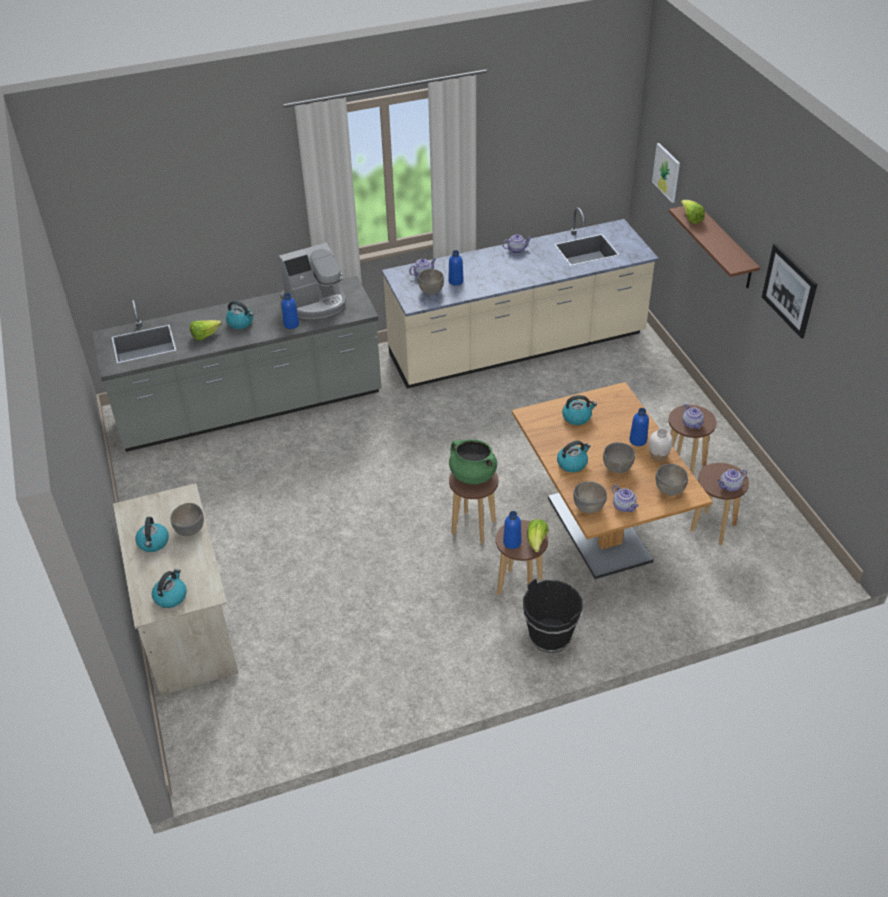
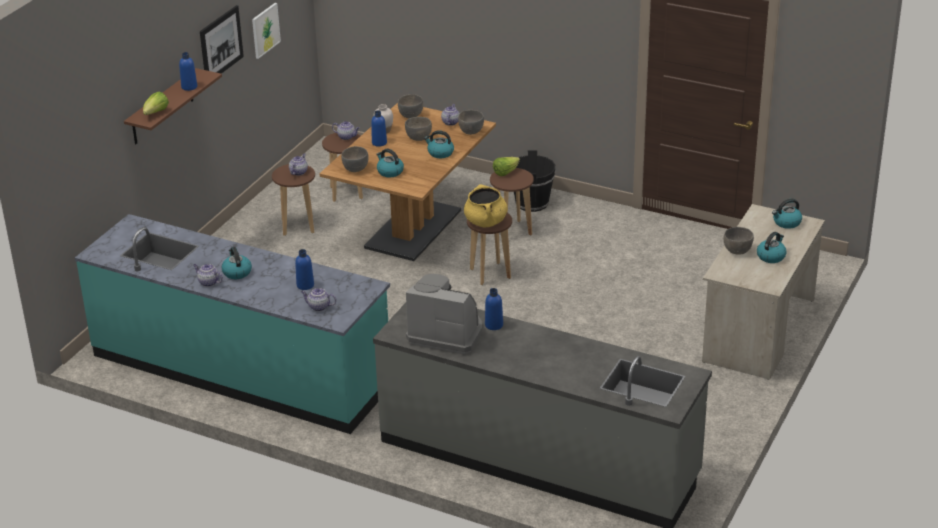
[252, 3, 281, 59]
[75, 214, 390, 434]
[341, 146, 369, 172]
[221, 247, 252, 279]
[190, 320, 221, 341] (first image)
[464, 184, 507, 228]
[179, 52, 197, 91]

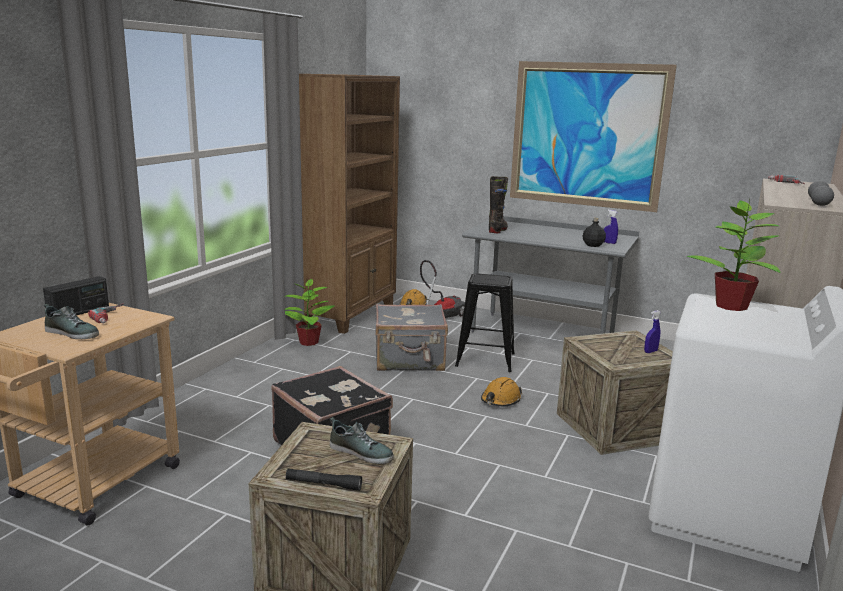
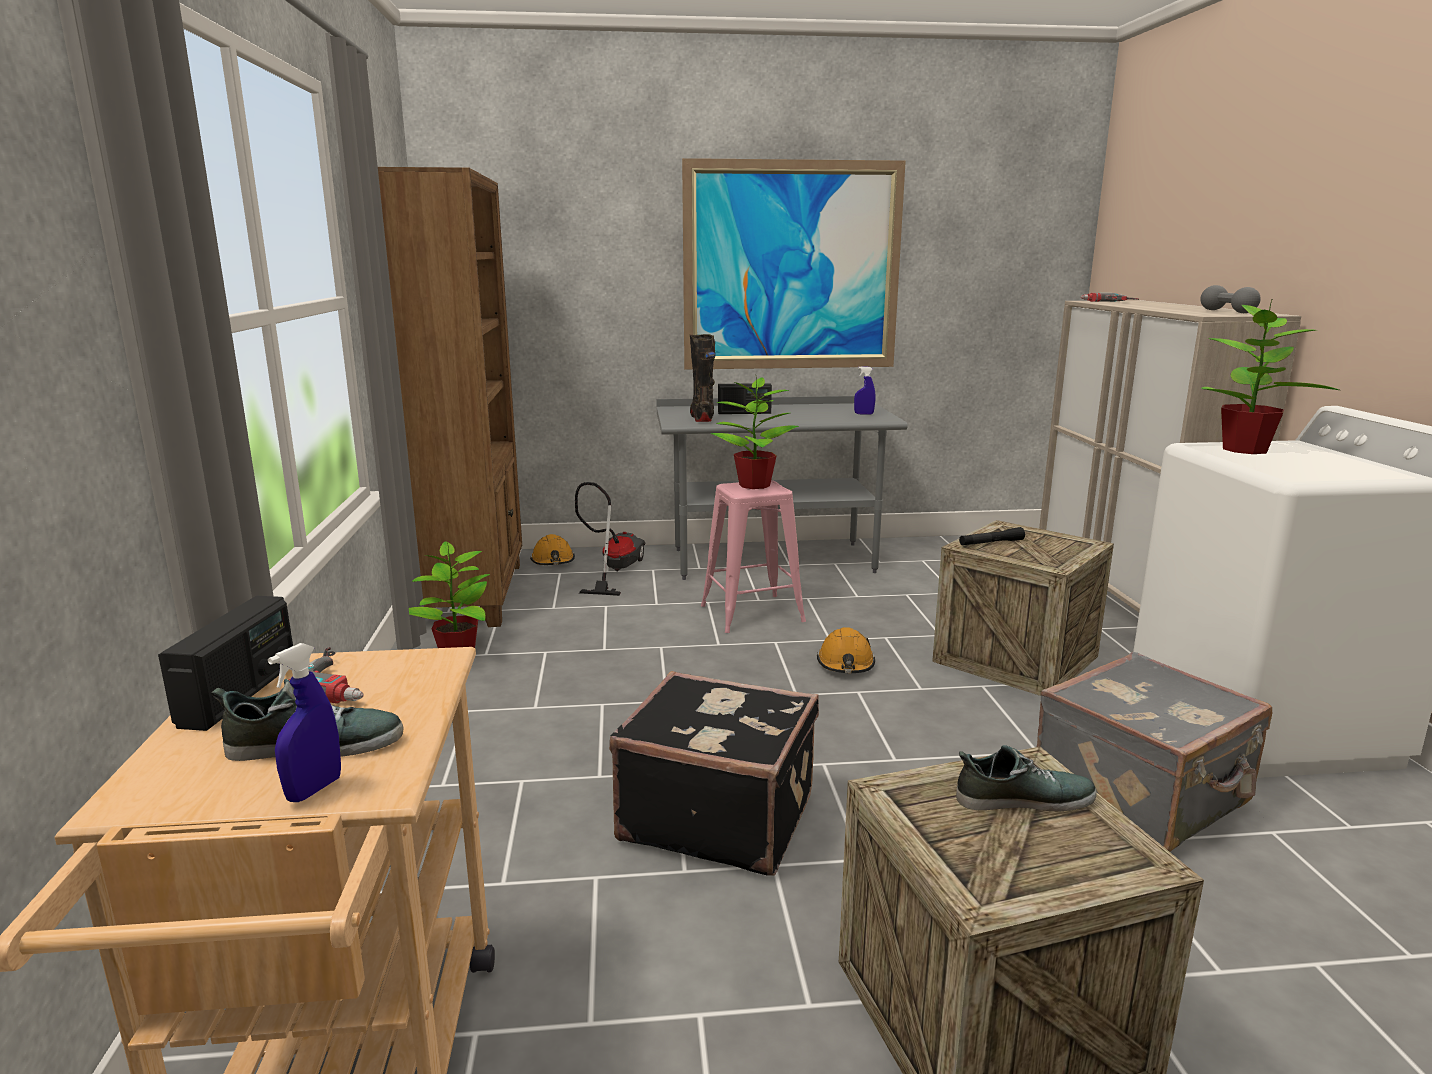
[583, 218, 606, 247] (first image)
[701, 480, 806, 633]
[1037, 652, 1272, 852]
[268, 643, 341, 802]
[959, 527, 1025, 546]
[711, 374, 799, 489]
[718, 383, 772, 414]

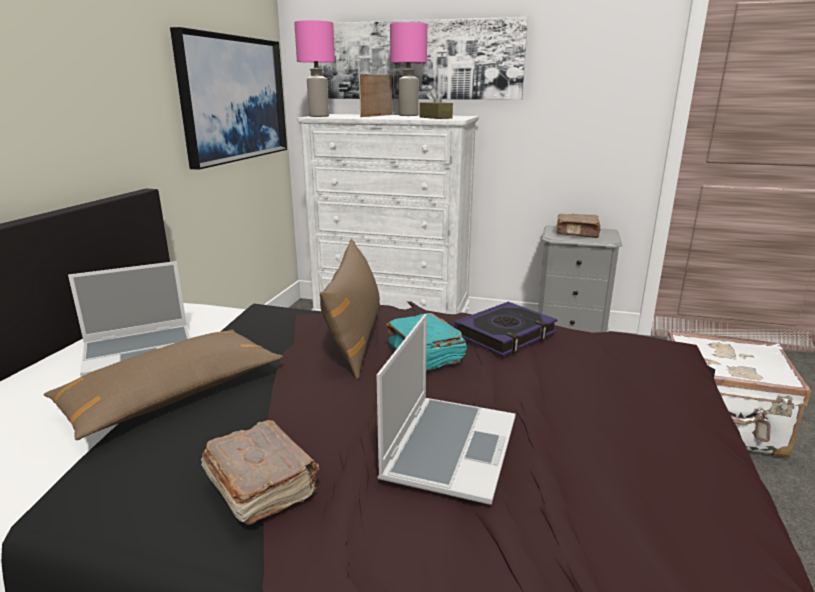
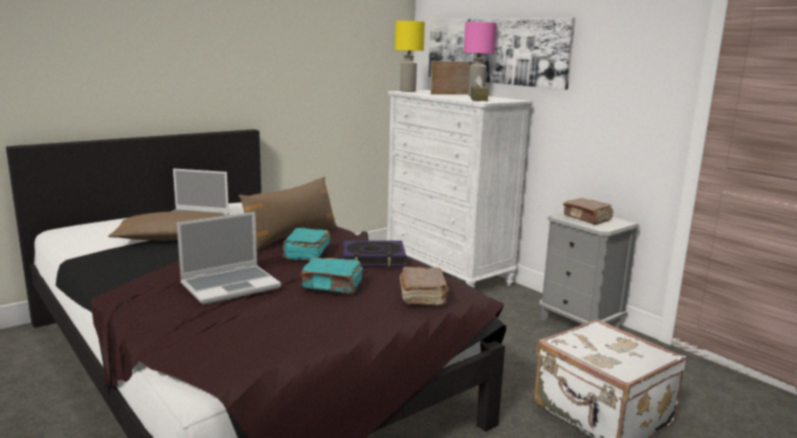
[395, 21, 425, 92]
[170, 27, 287, 170] (first image)
[400, 267, 449, 306]
[300, 257, 363, 294]

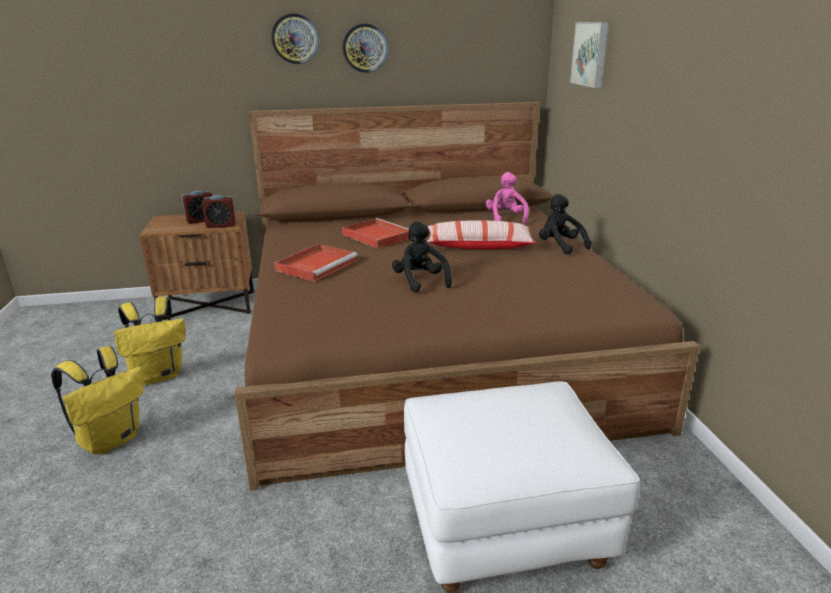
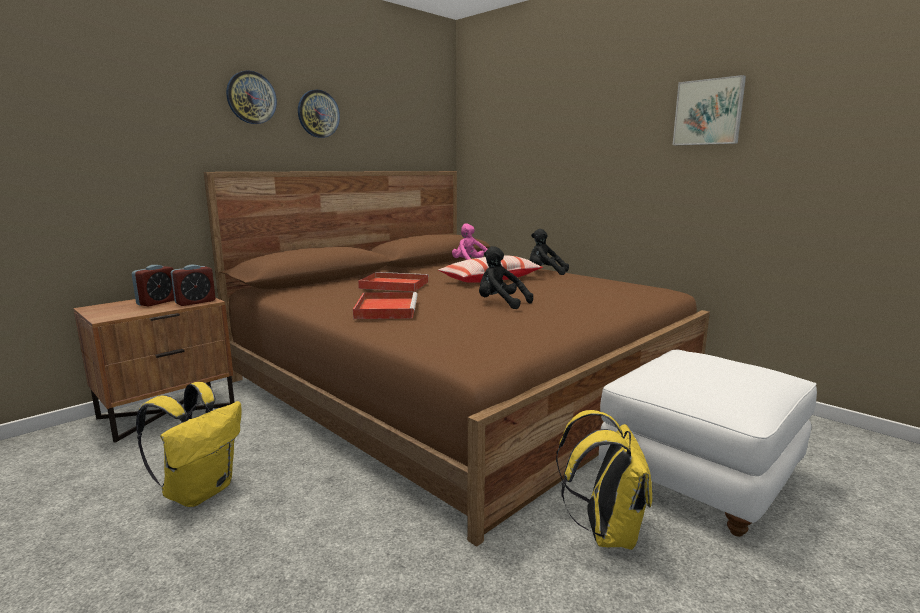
[673, 75, 746, 145]
[556, 410, 652, 550]

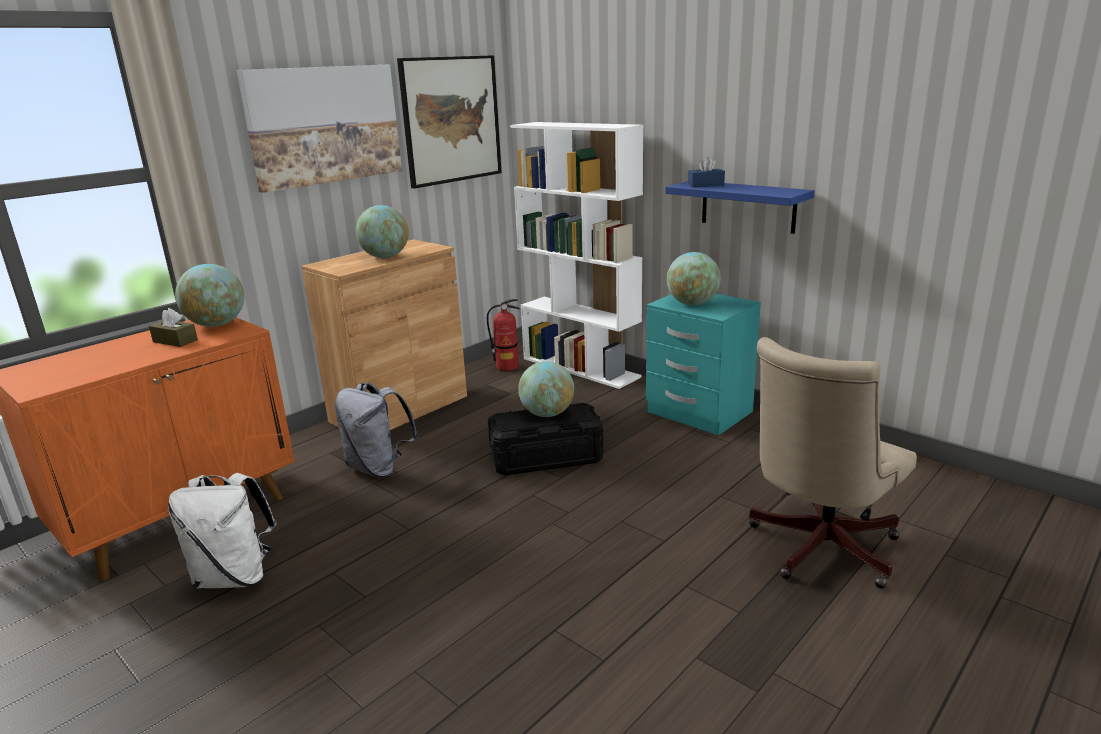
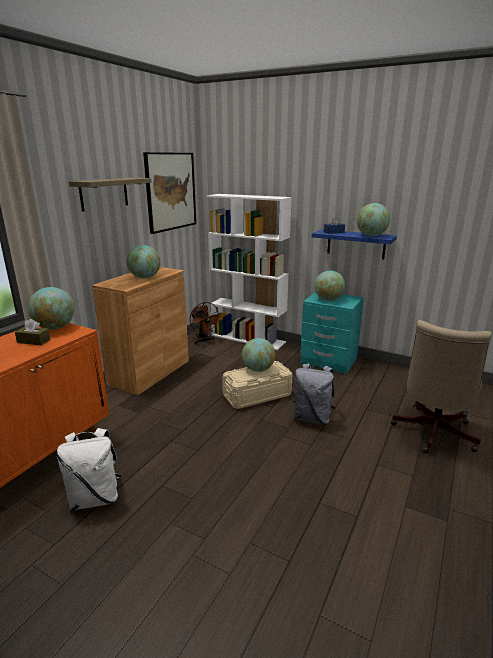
[69, 178, 152, 211]
[190, 302, 221, 344]
[293, 363, 335, 425]
[222, 361, 293, 409]
[357, 203, 390, 236]

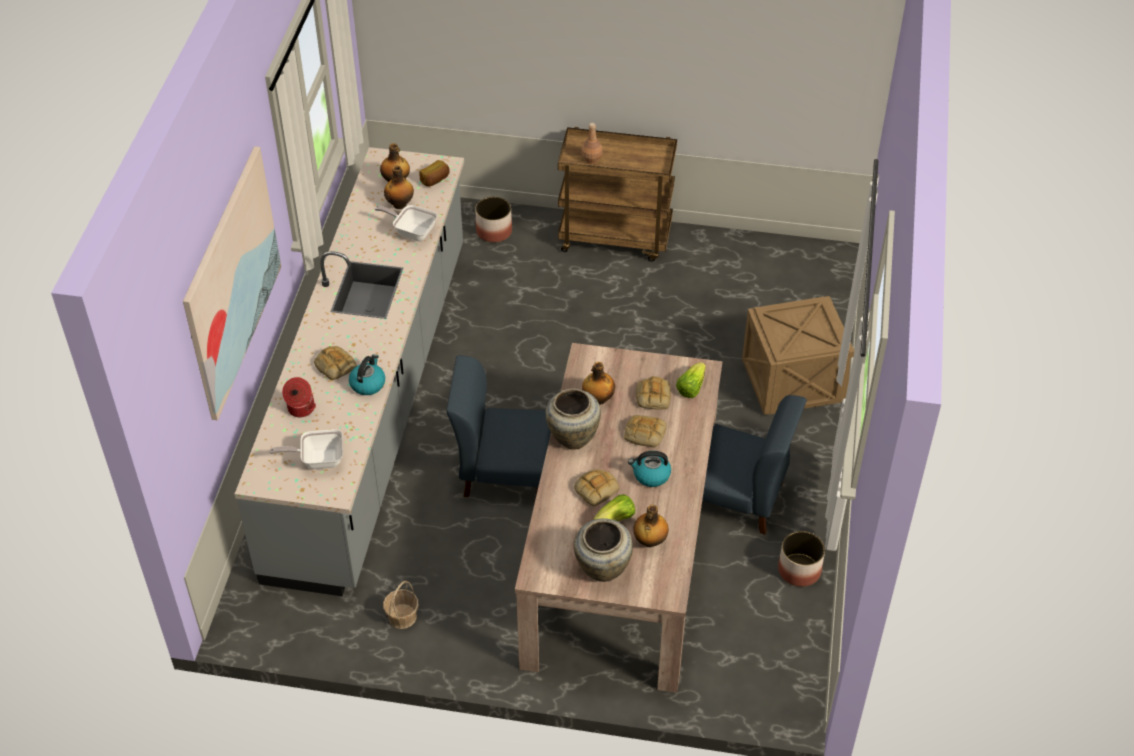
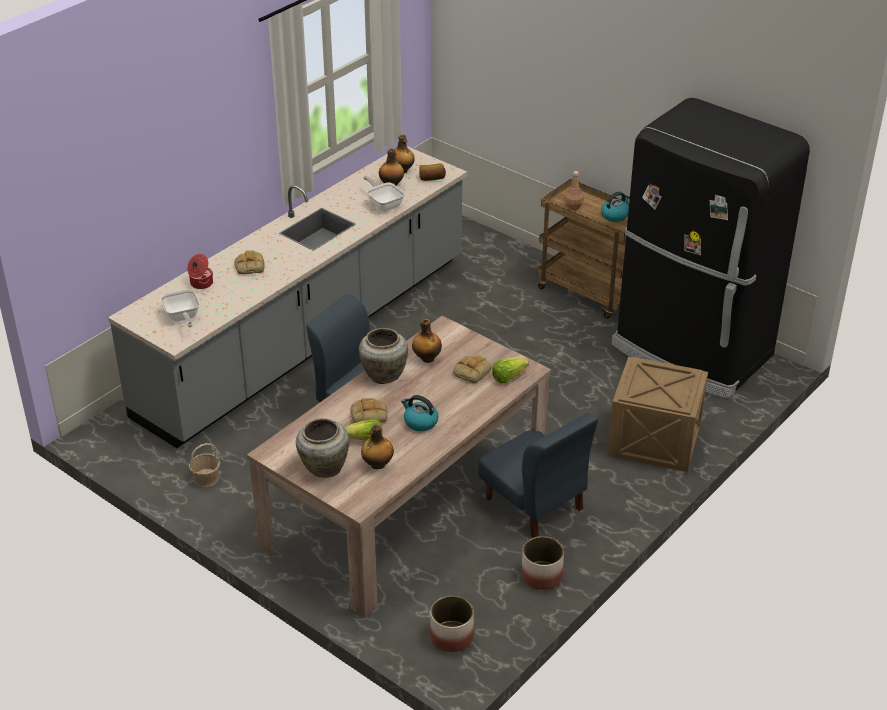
[183, 146, 281, 421] (first image)
[430, 595, 474, 652]
[601, 192, 630, 222]
[624, 415, 667, 448] (first image)
[160, 289, 200, 327]
[612, 98, 810, 399]

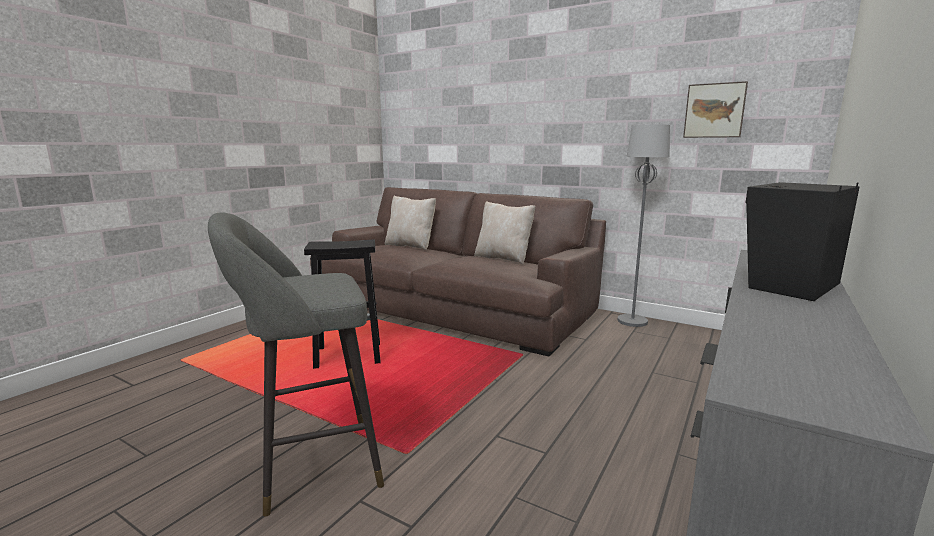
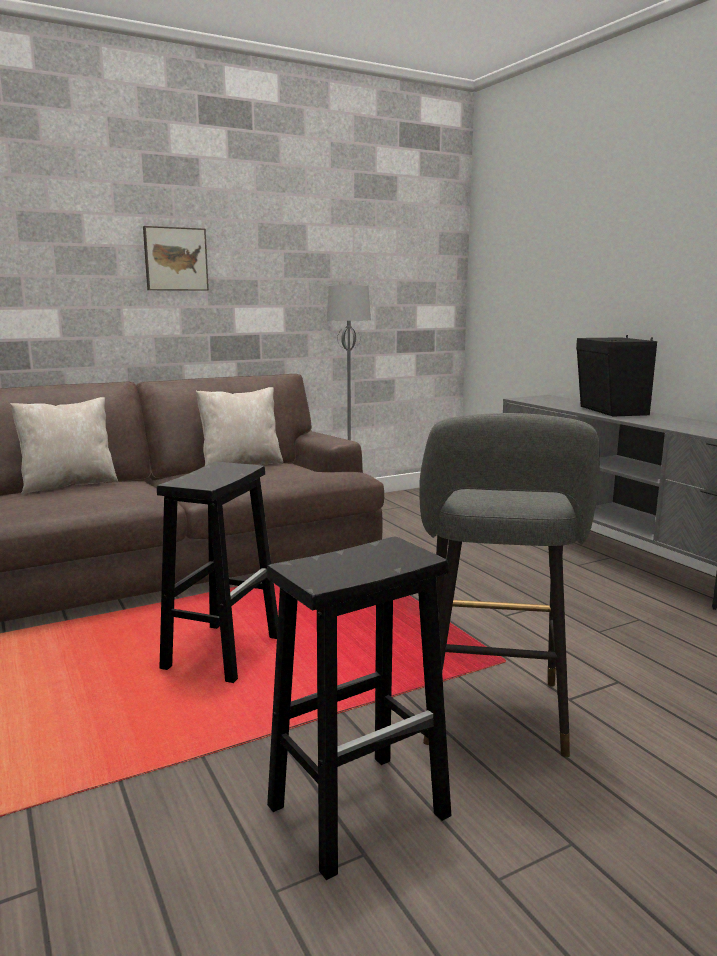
[143, 226, 209, 291]
[267, 537, 451, 880]

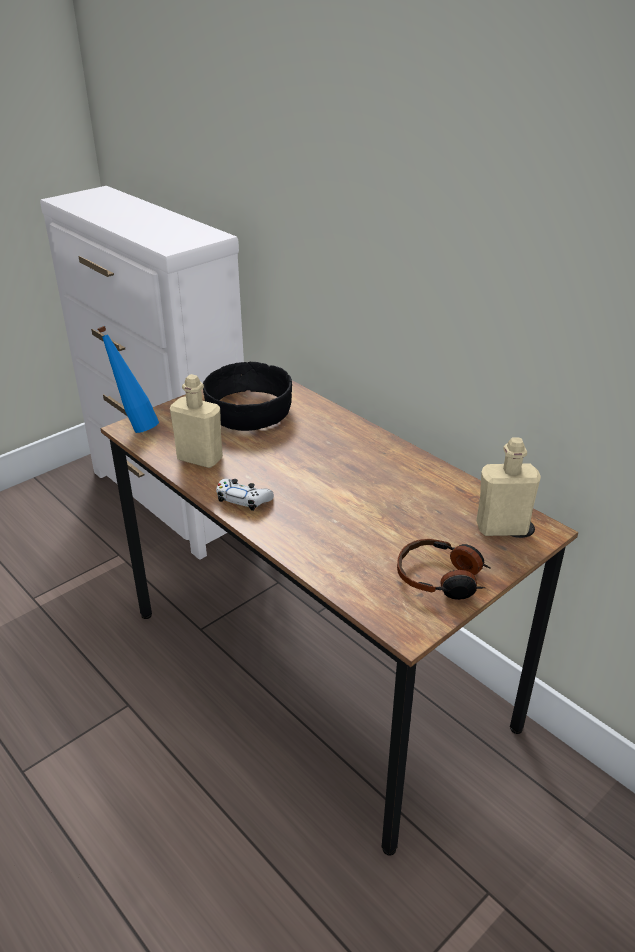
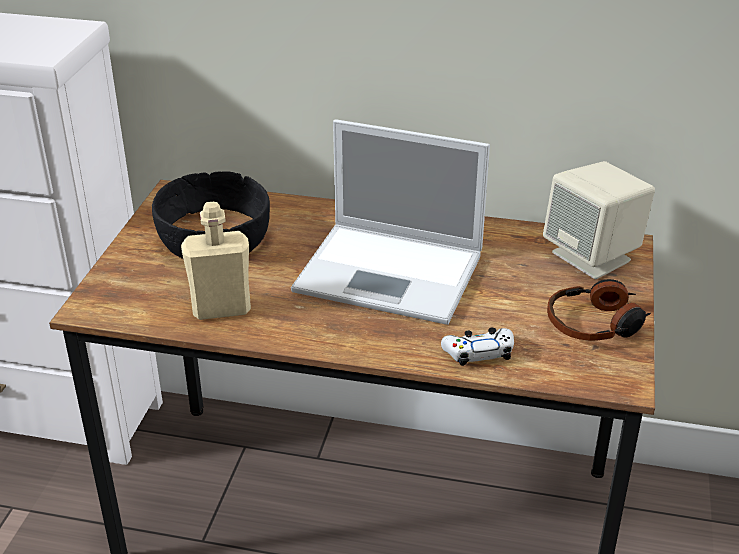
[98, 326, 159, 433] (first image)
[543, 161, 655, 279]
[441, 327, 514, 366]
[291, 119, 490, 325]

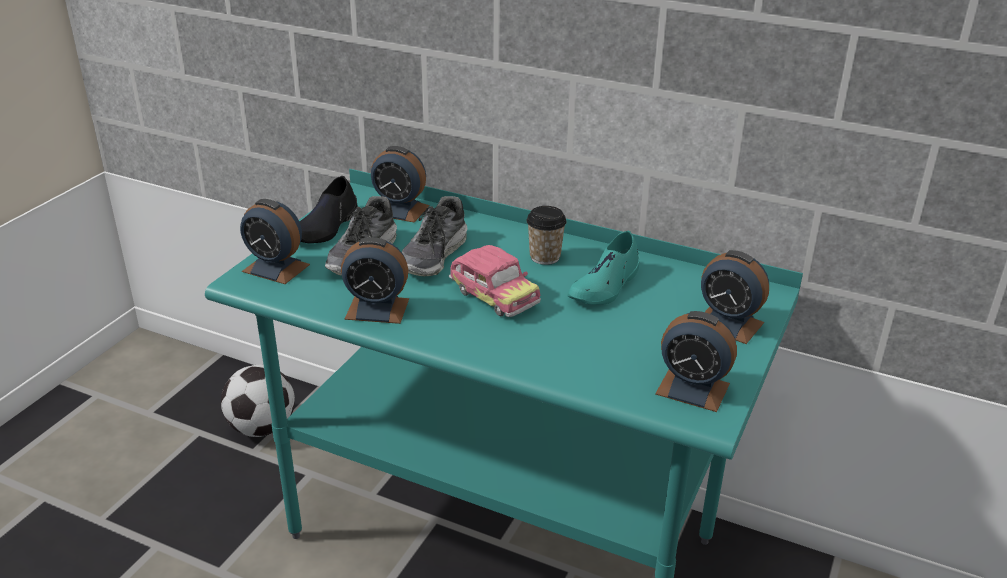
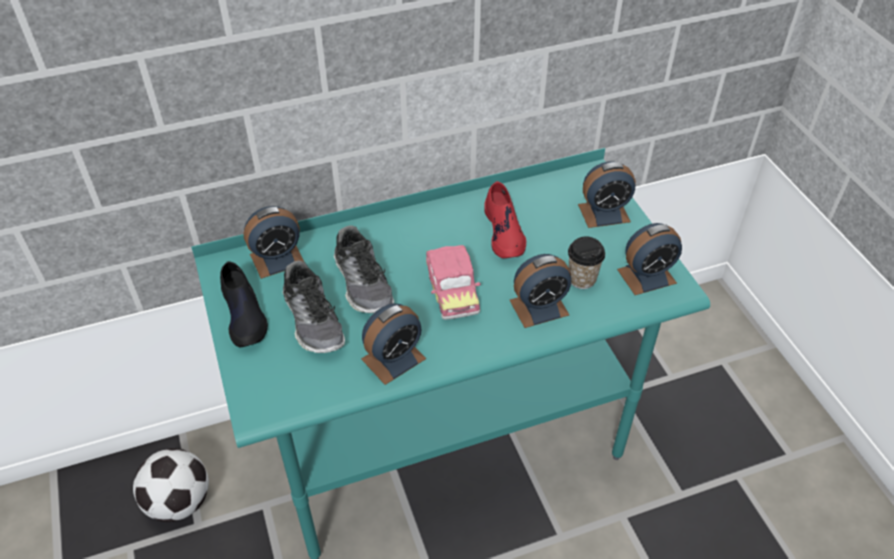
[510, 254, 571, 328]
[568, 236, 605, 289]
[484, 181, 526, 258]
[426, 245, 481, 320]

